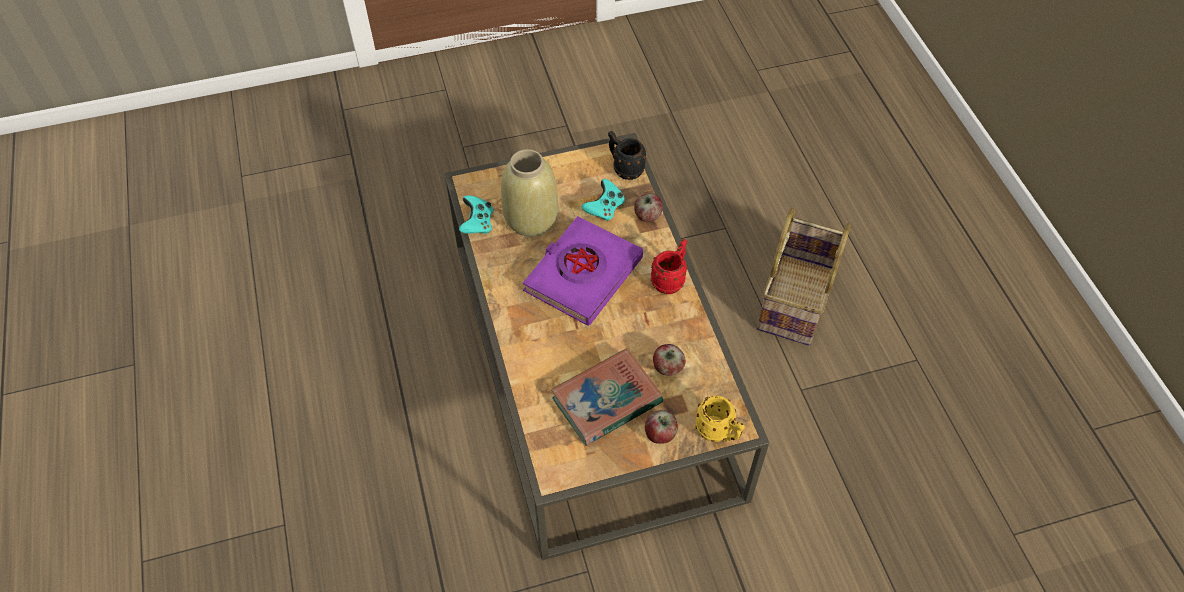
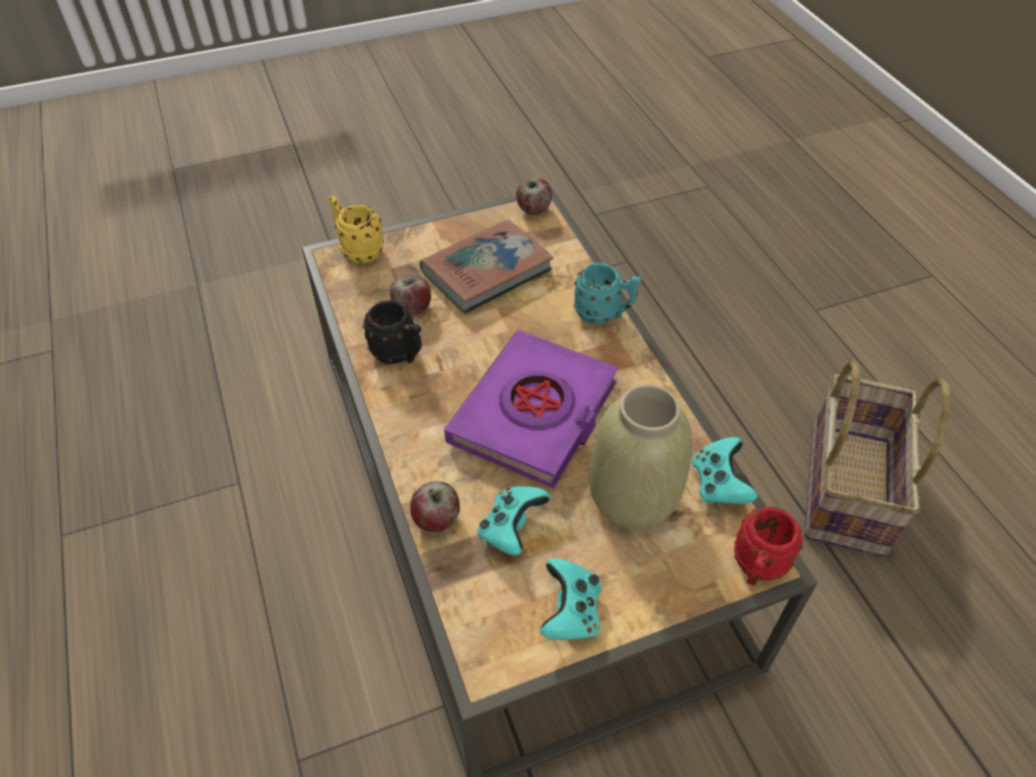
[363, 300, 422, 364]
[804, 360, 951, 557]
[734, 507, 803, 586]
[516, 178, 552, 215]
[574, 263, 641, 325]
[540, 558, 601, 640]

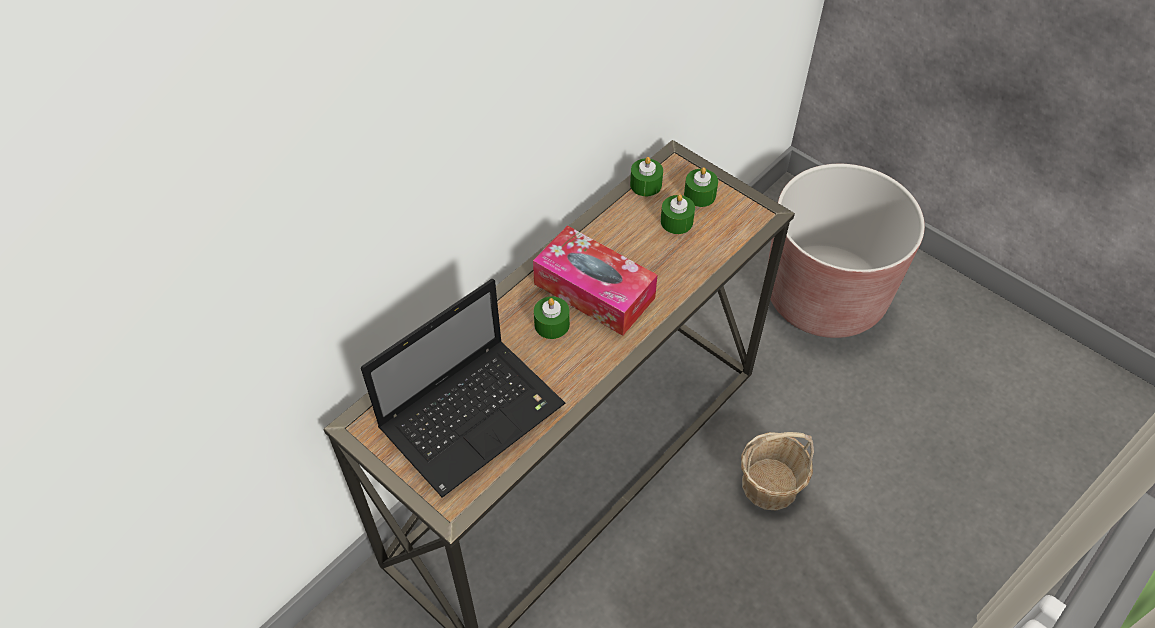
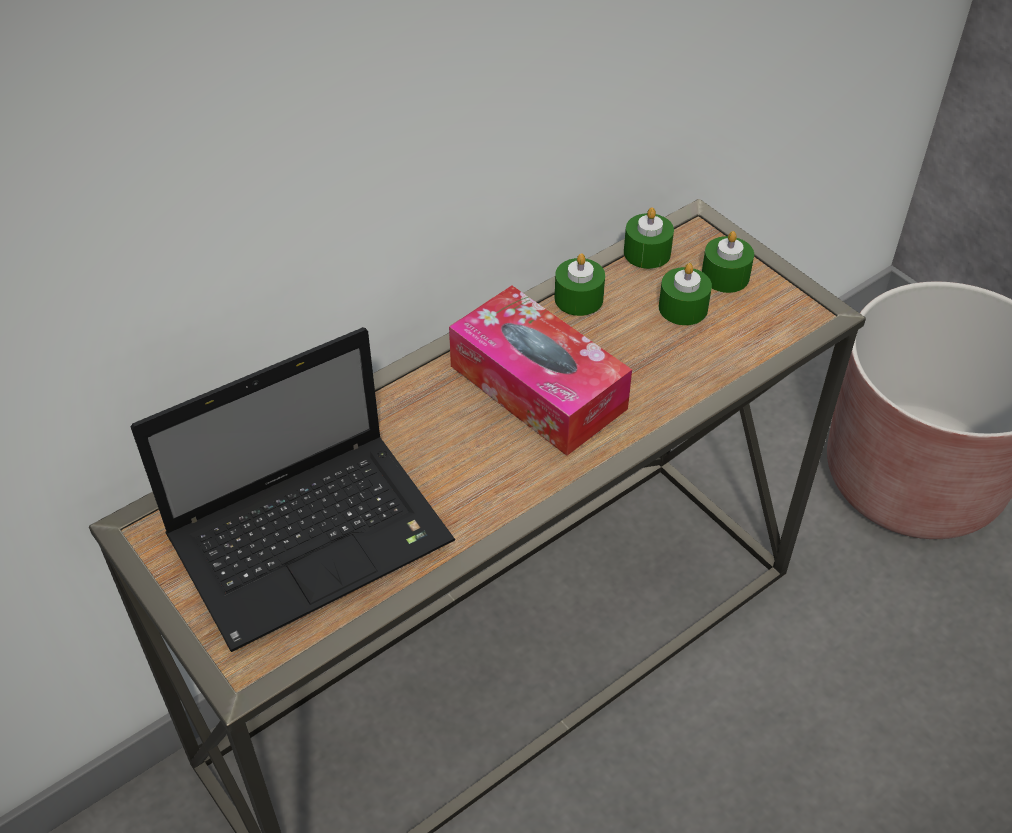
[554, 253, 605, 316]
[741, 432, 814, 510] (first image)

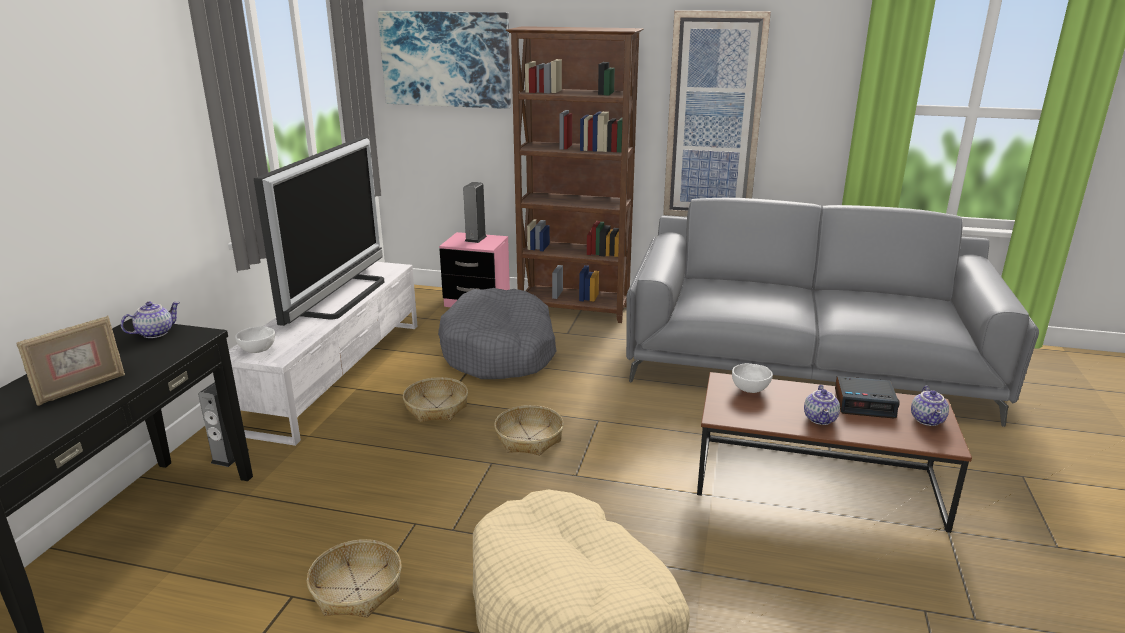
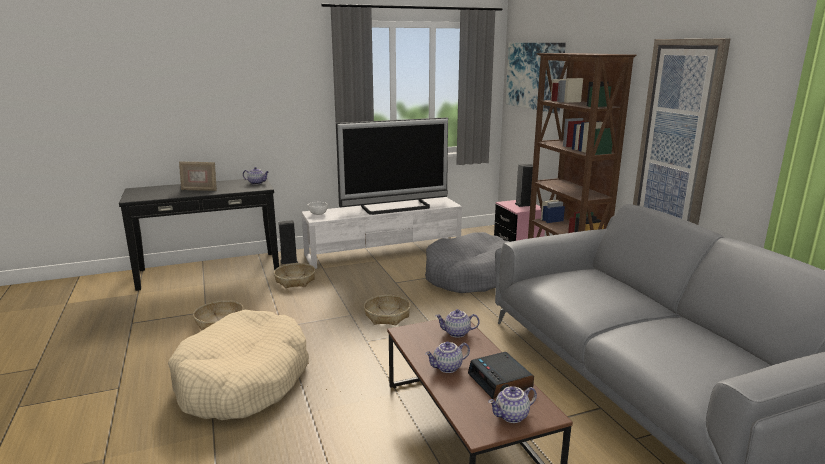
[436, 309, 480, 338]
[274, 263, 315, 288]

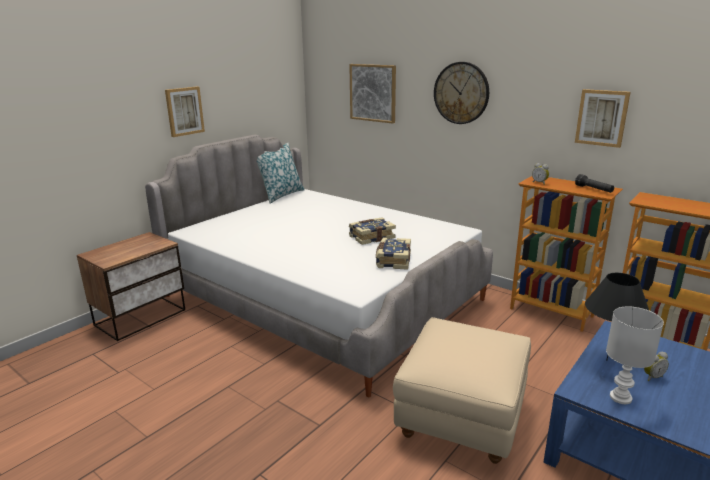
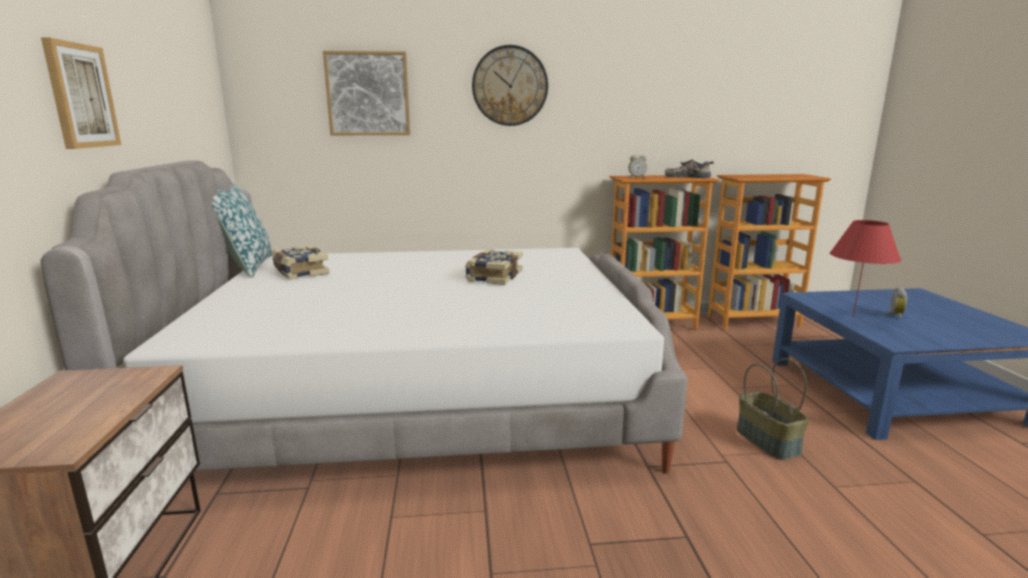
[575, 89, 631, 148] (first image)
[665, 159, 714, 178]
[272, 245, 329, 280]
[830, 220, 901, 317]
[606, 306, 664, 404] (first image)
[736, 358, 809, 460]

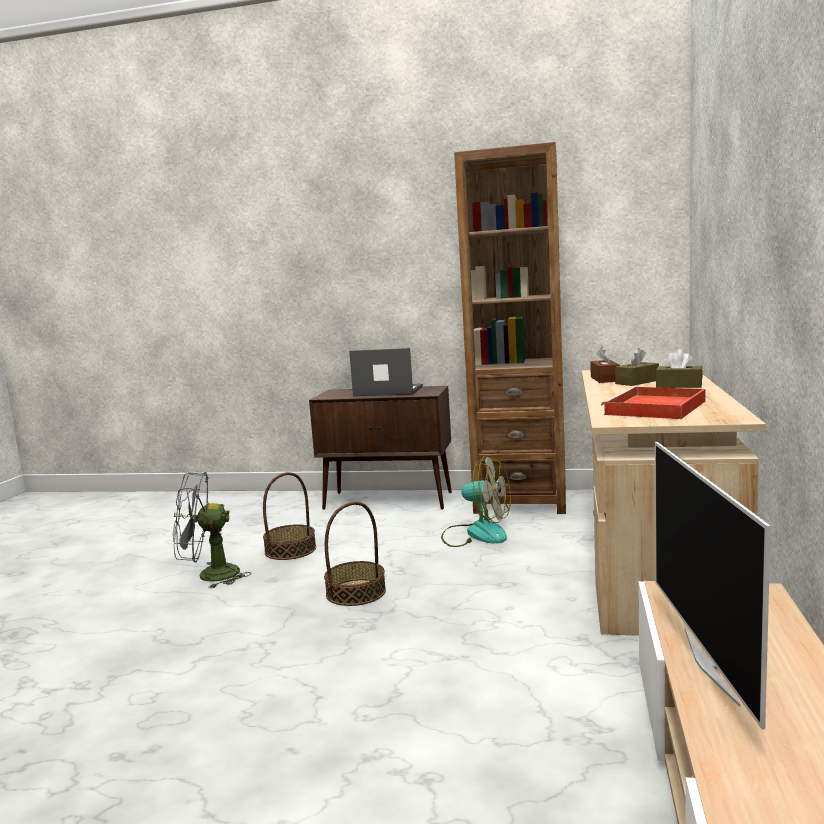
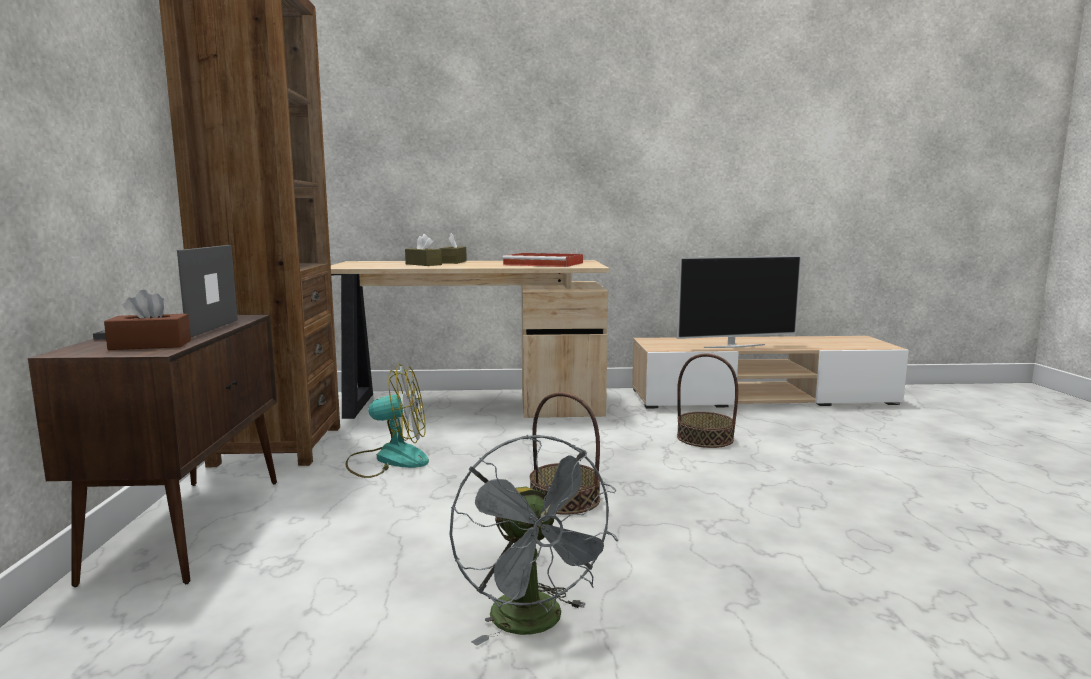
[104, 290, 191, 350]
[346, 364, 429, 478]
[677, 354, 738, 448]

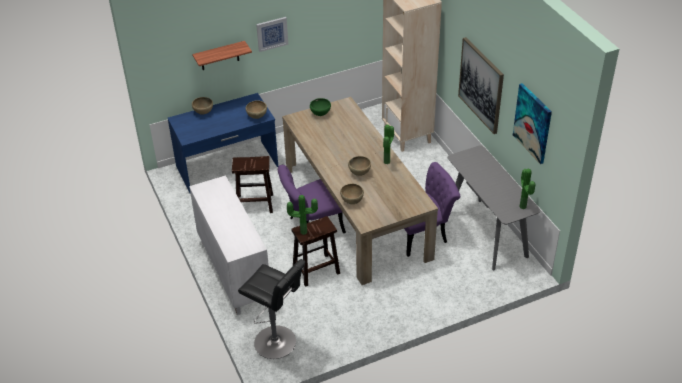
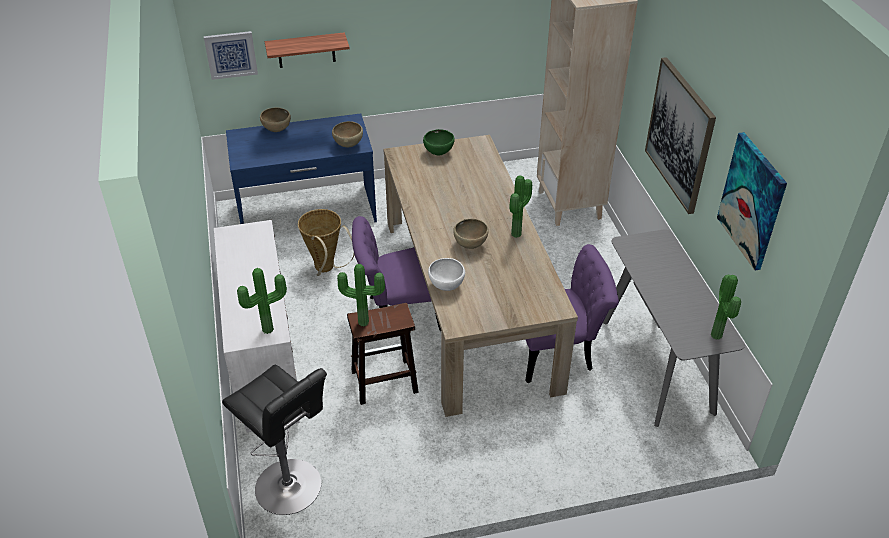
[204, 31, 258, 80]
[298, 209, 354, 276]
[428, 258, 465, 291]
[237, 268, 287, 334]

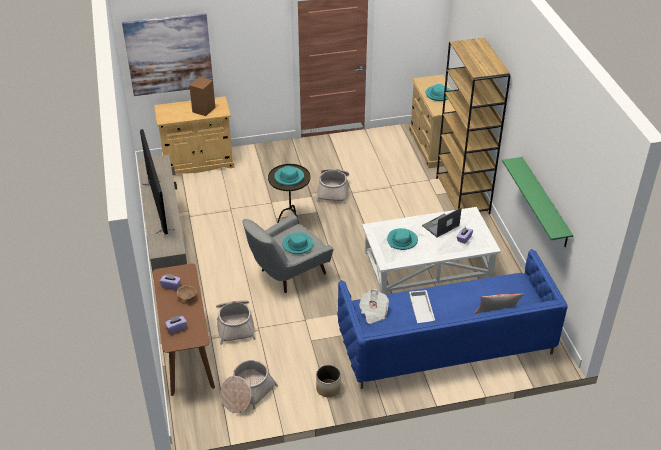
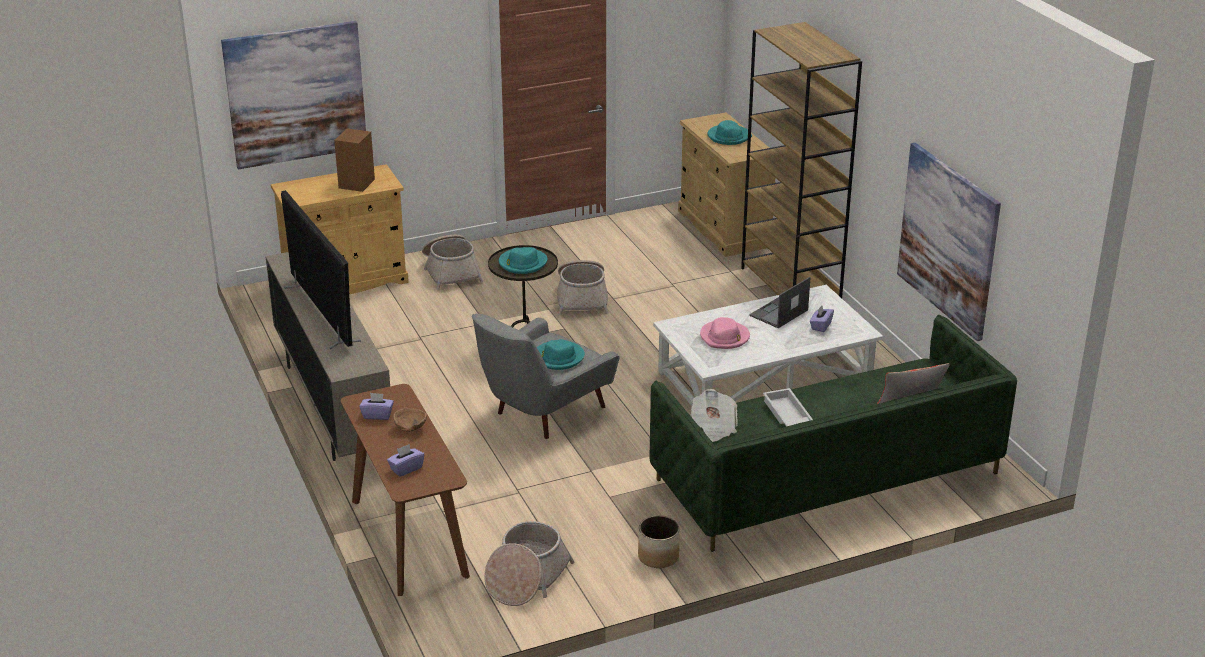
[897, 143, 1001, 341]
[700, 317, 750, 349]
[649, 315, 1017, 552]
[422, 235, 484, 291]

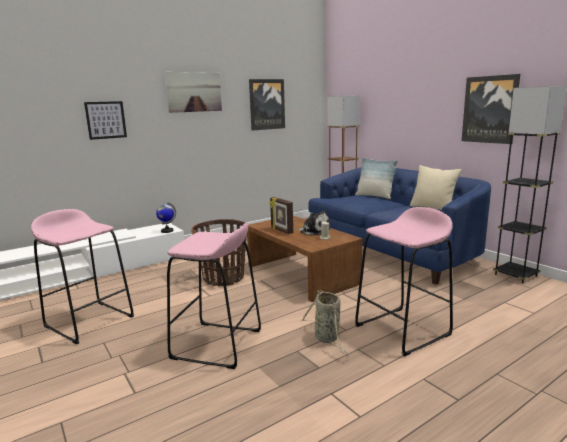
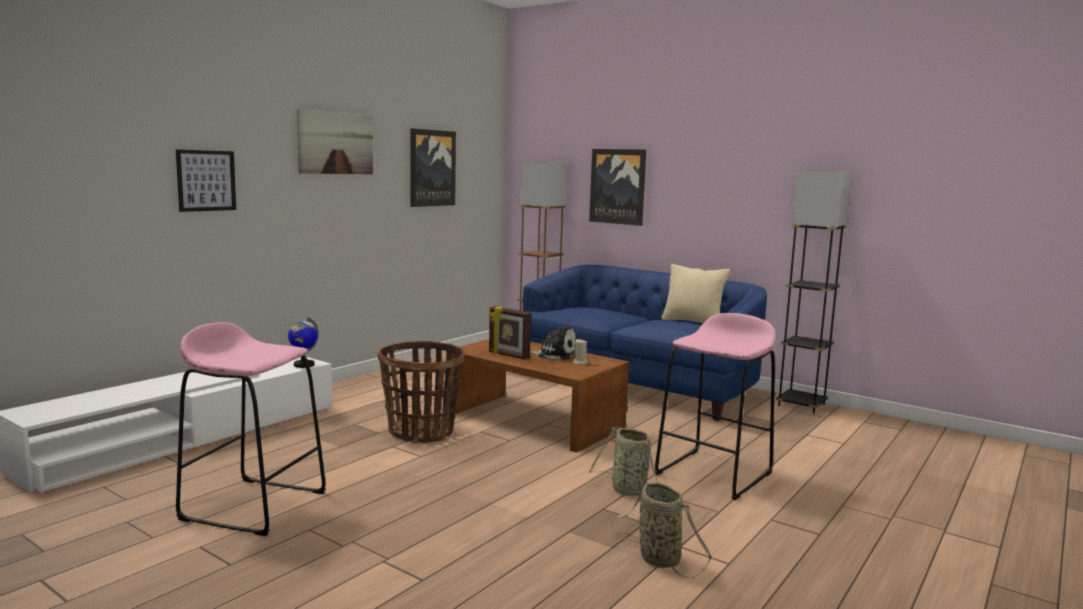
[589, 149, 646, 226]
[355, 157, 398, 199] (first image)
[167, 223, 261, 369] (first image)
[611, 482, 712, 578]

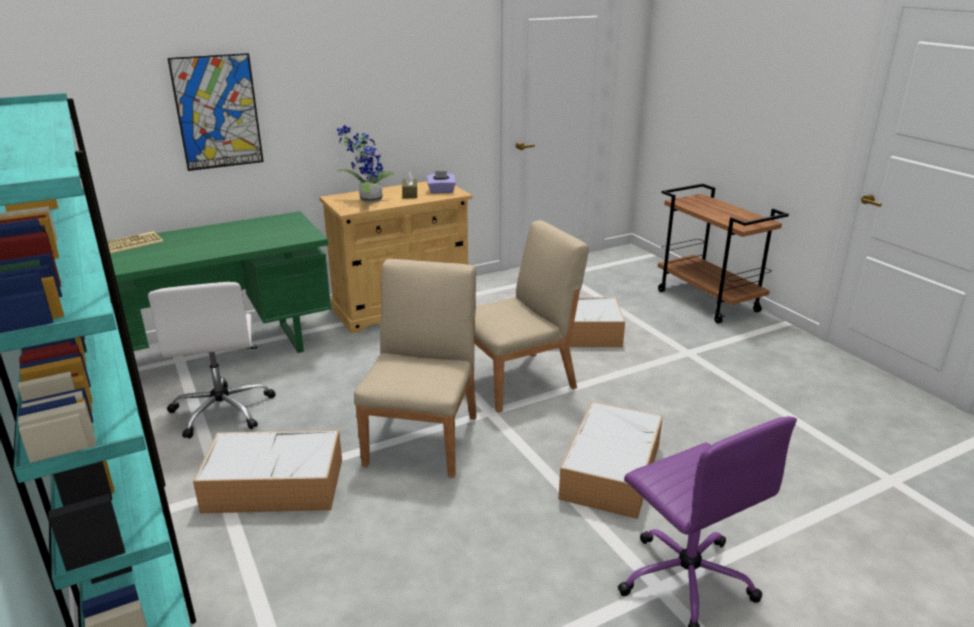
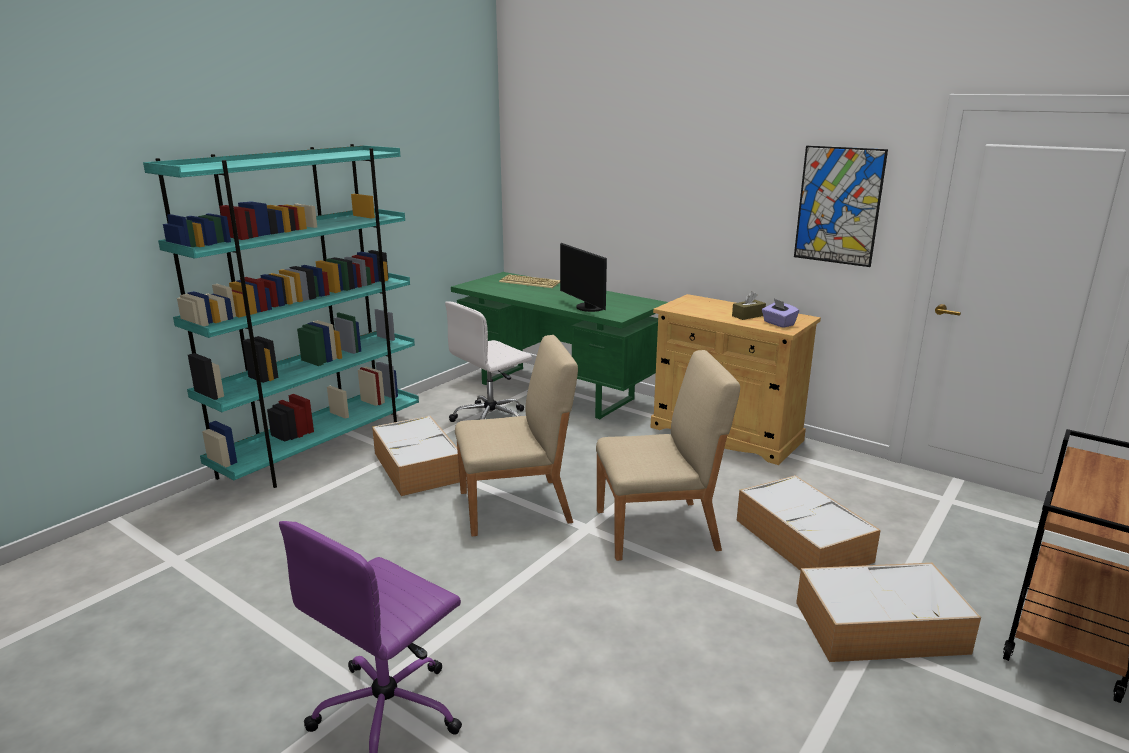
[794, 146, 888, 267]
[337, 125, 394, 203] (first image)
[596, 350, 740, 561]
[796, 563, 981, 662]
[560, 243, 607, 312]

